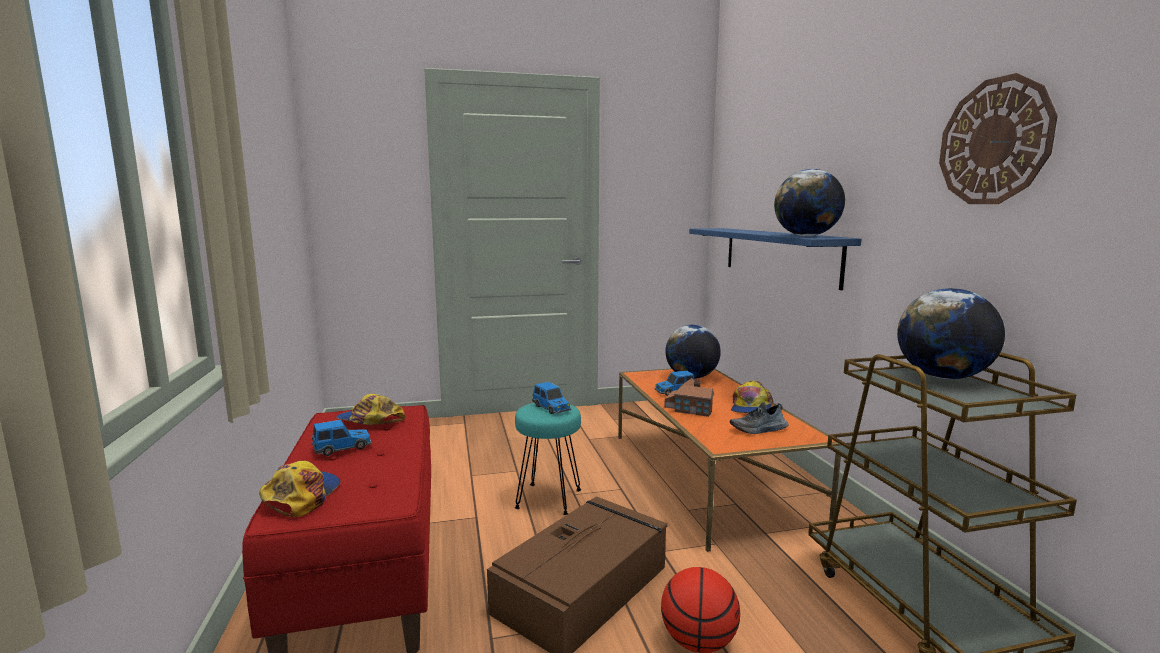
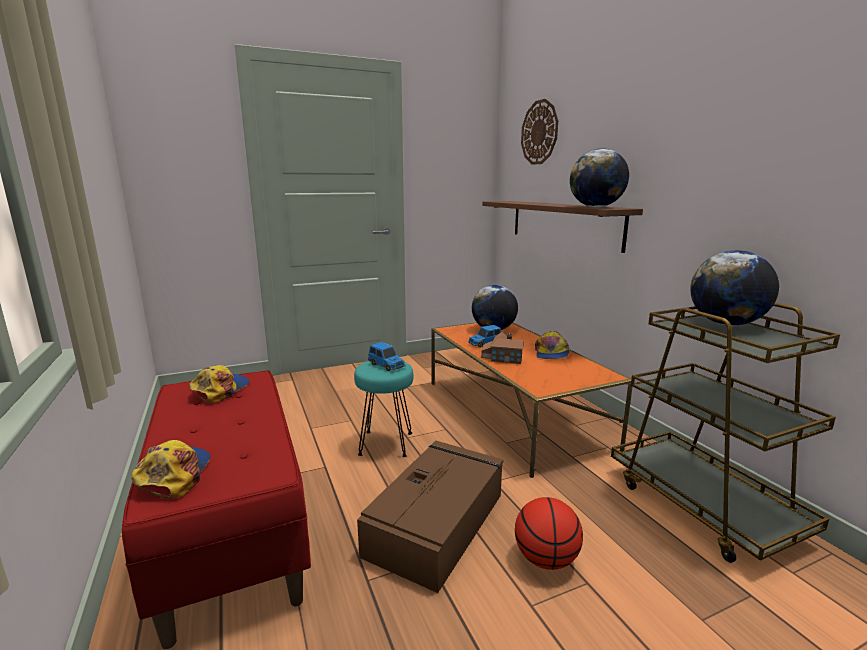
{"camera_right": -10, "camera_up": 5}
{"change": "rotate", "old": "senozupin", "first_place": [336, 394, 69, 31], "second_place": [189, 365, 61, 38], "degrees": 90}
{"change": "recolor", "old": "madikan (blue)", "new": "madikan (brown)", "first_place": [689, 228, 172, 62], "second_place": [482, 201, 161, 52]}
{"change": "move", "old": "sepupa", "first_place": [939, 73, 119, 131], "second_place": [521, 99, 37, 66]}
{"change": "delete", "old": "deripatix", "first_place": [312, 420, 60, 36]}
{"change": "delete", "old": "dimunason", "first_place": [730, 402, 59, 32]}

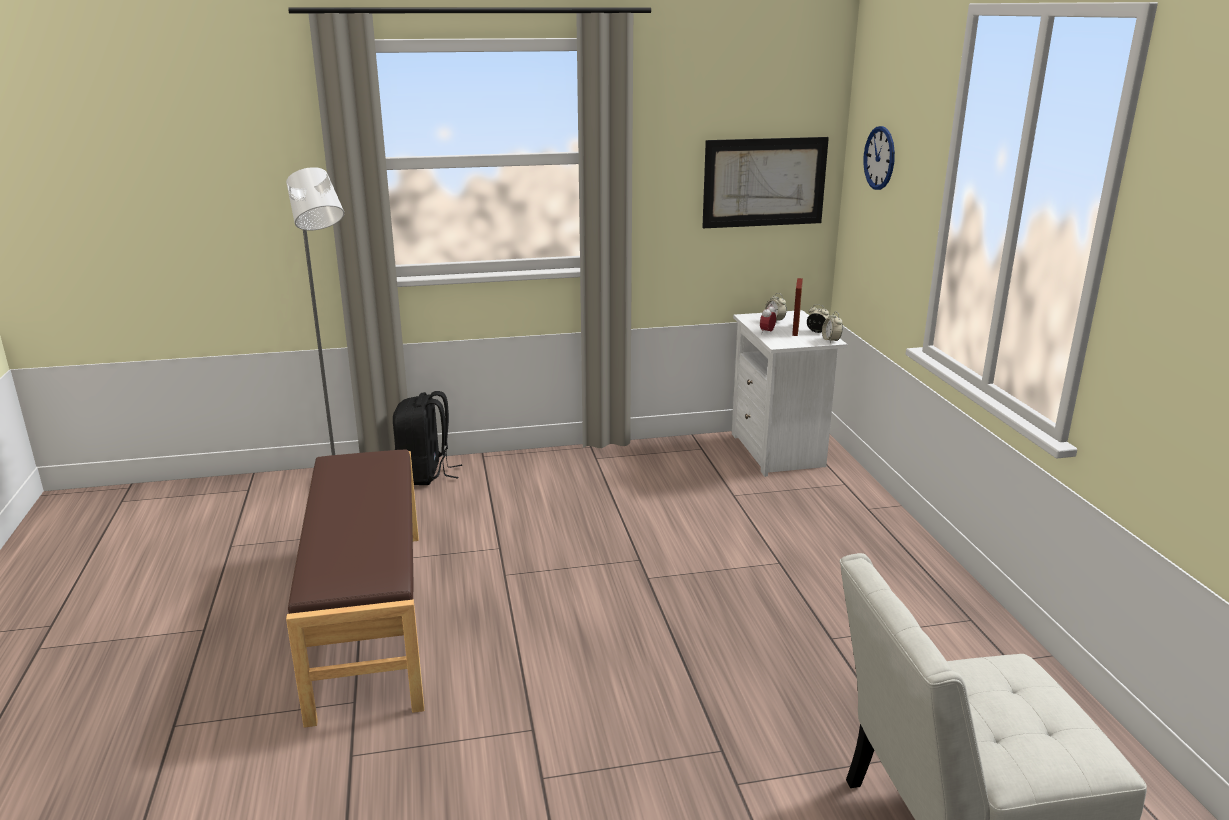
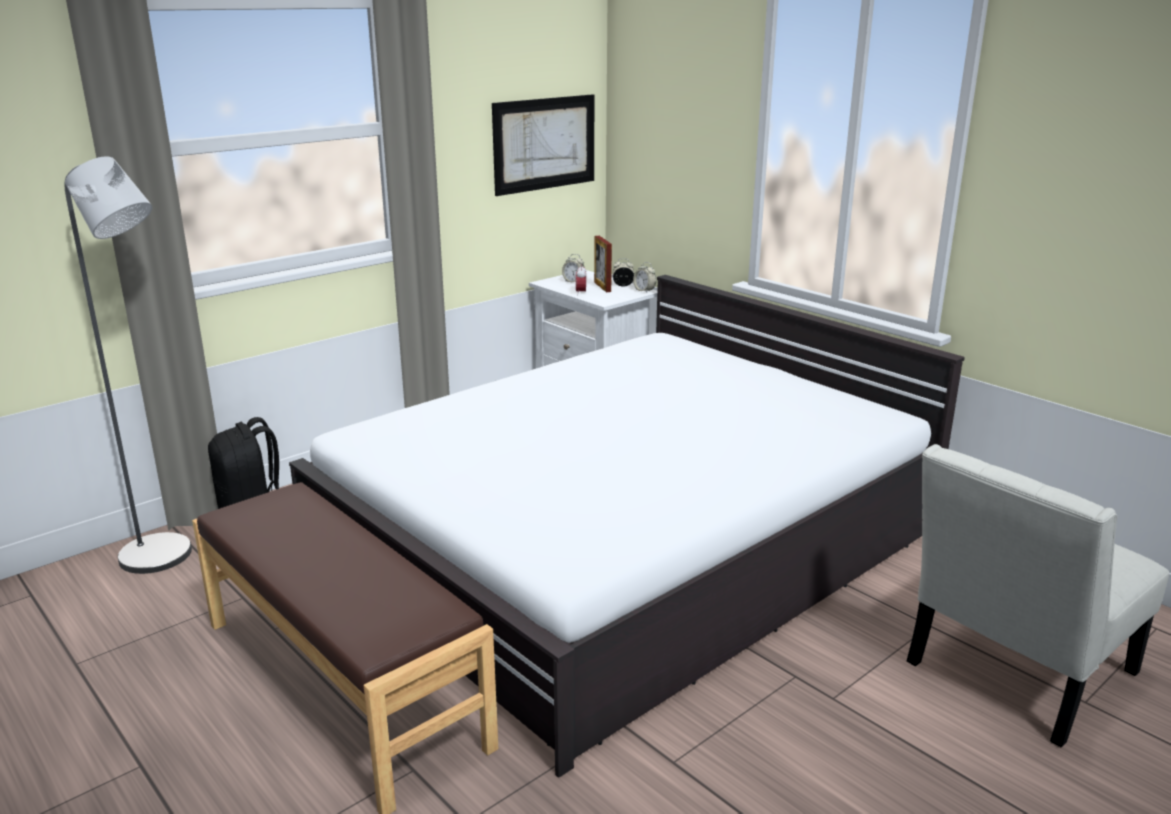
{"camera_right": -30, "camera_up": 0}
{"change": "insert", "new": "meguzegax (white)", "second_place": [289, 275, 676, 503]}
{"change": "delete", "old": "sepupa", "first_place": [863, 126, 32, 64]}

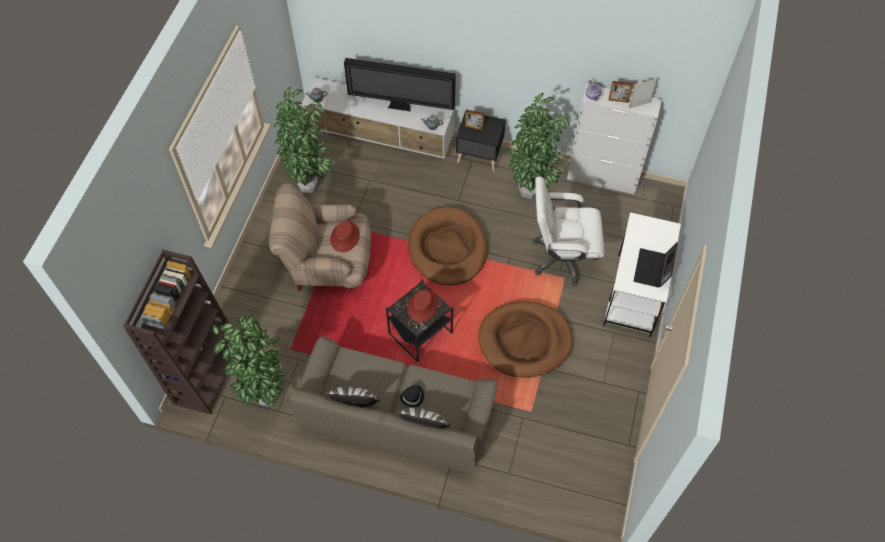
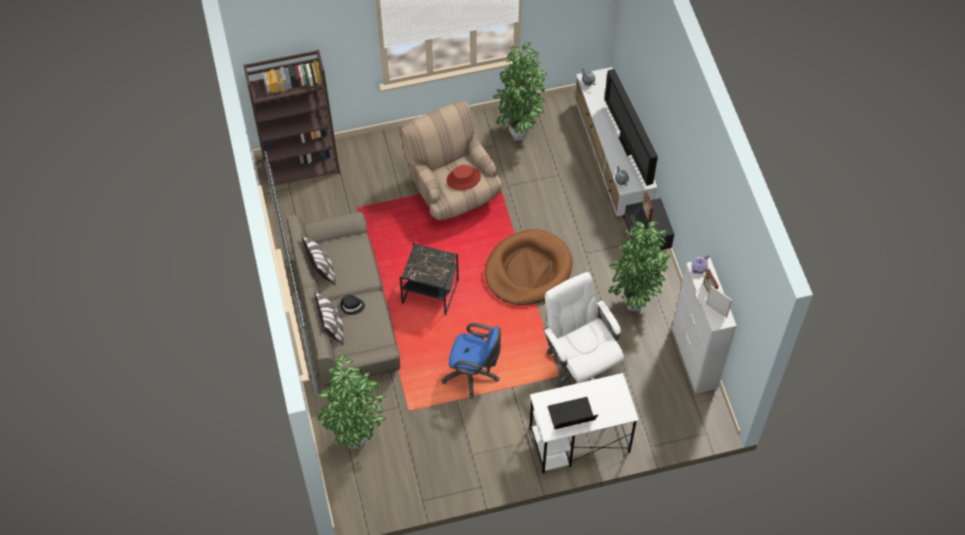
{"camera_right": 60, "camera_up": 0}
{"change": "move", "old": "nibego", "first_place": [213, 314, 71, 92], "second_place": [317, 353, 69, 96]}
{"change": "replace", "old": "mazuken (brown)", "new": "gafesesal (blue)", "first_place": [478, 301, 95, 77], "second_place": [441, 323, 60, 76]}
{"change": "delete", "old": "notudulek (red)", "first_place": [407, 289, 32, 33]}

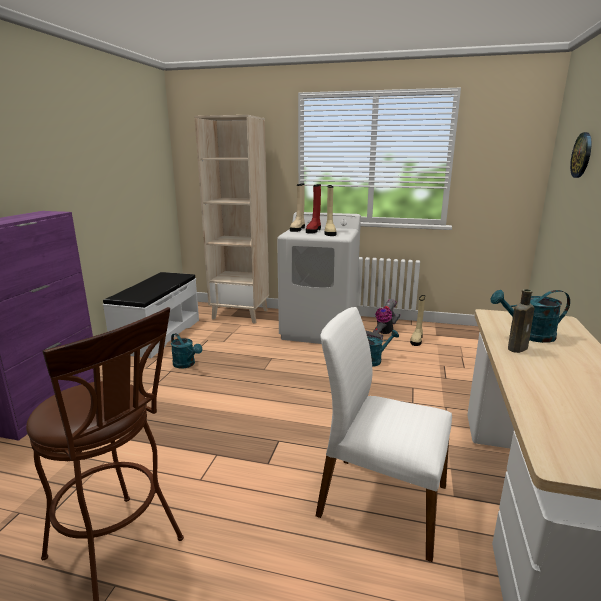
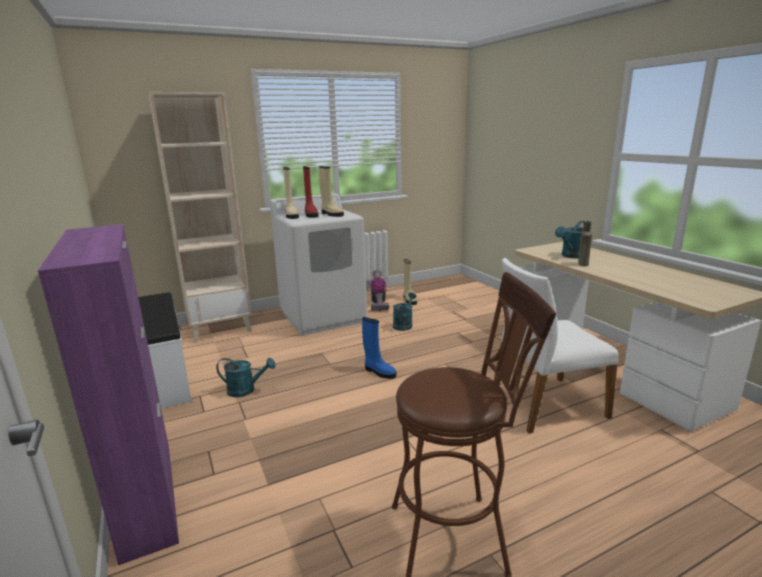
{"camera_right": -40, "camera_up": 0}
{"change": "insert", "new": "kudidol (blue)", "second_place": [362, 317, 35, 62]}
{"change": "delete", "old": "sepupa", "first_place": [570, 132, 21, 46]}

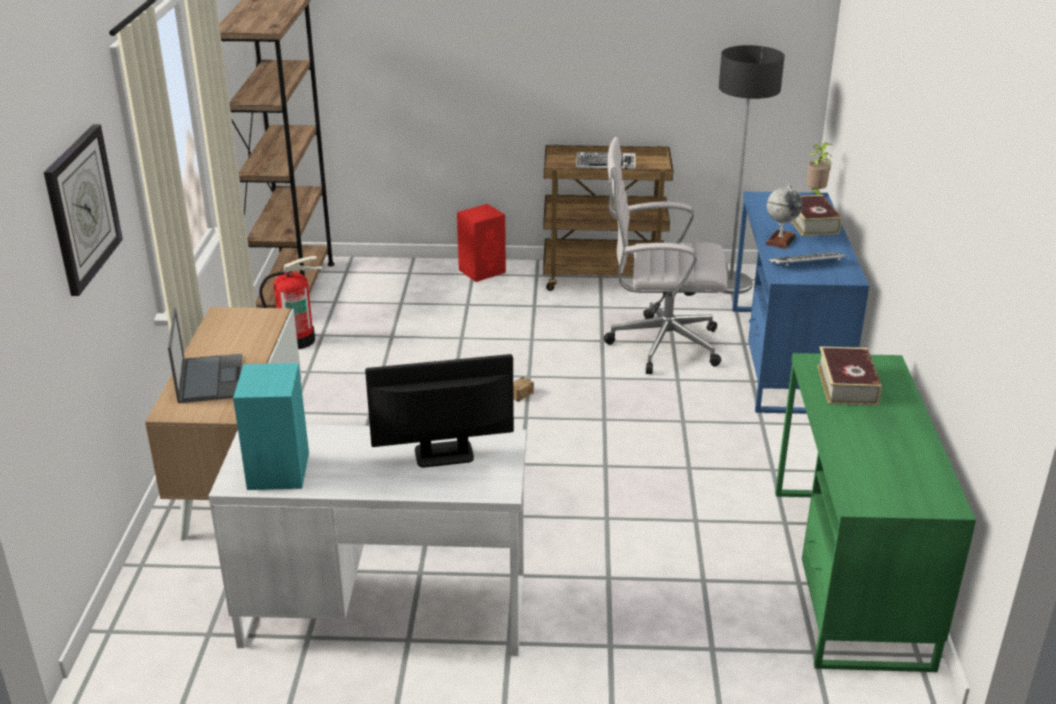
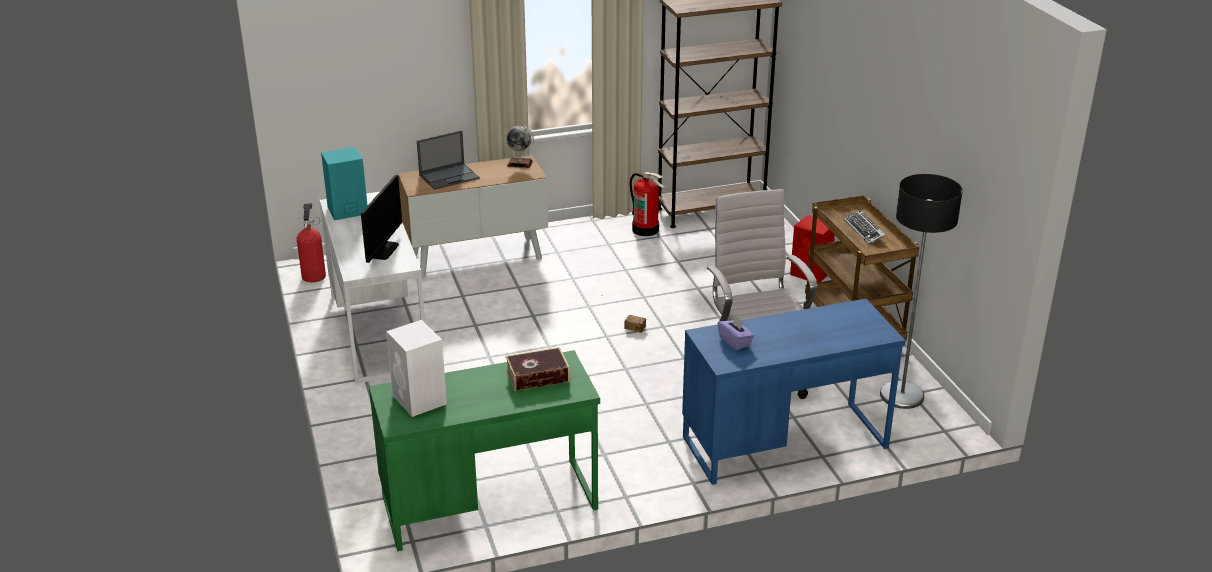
{"camera_right": 70, "camera_up": 0}
{"change": "insert", "new": "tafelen", "second_place": [297, 203, 29, 79]}
{"change": "rotate", "old": "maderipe", "first_place": [365, 354, 149, 114], "second_place": [361, 175, 41, 88], "degrees": 45}
{"change": "insert", "new": "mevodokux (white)", "second_place": [386, 320, 61, 97]}
{"change": "move", "old": "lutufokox", "first_place": [765, 184, 38, 65], "second_place": [506, 126, 28, 42]}
{"change": "replace", "old": "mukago", "new": "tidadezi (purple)", "first_place": [769, 252, 76, 14], "second_place": [718, 316, 36, 34]}
{"change": "delete", "old": "sepupa", "first_place": [44, 124, 79, 172]}
{"change": "delete", "old": "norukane", "first_place": [791, 195, 51, 41]}
{"change": "delete", "old": "nibego", "first_place": [807, 142, 25, 53]}

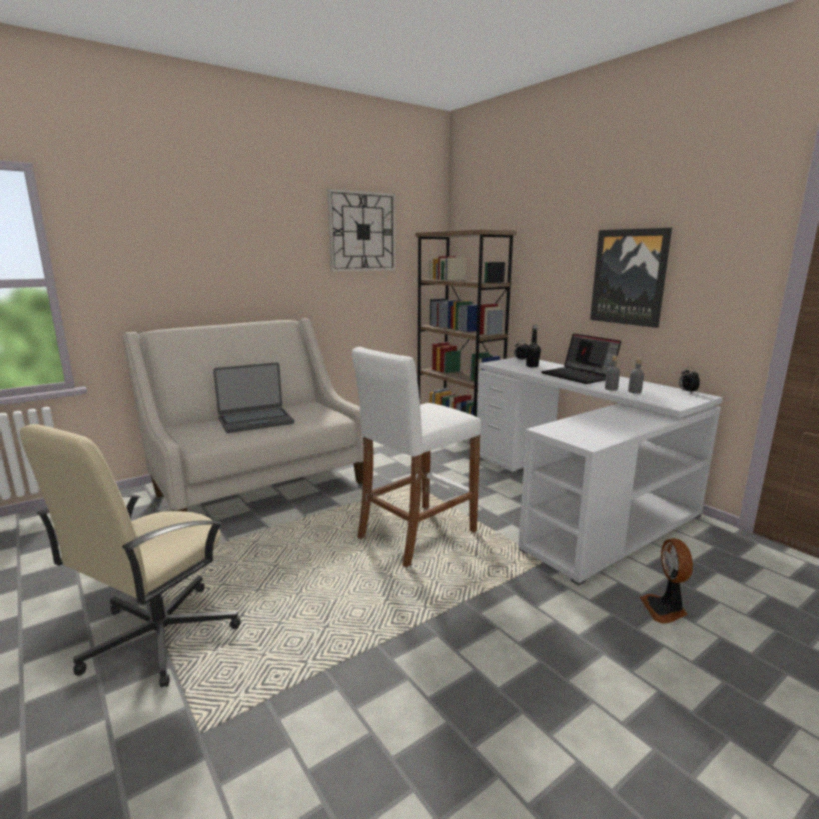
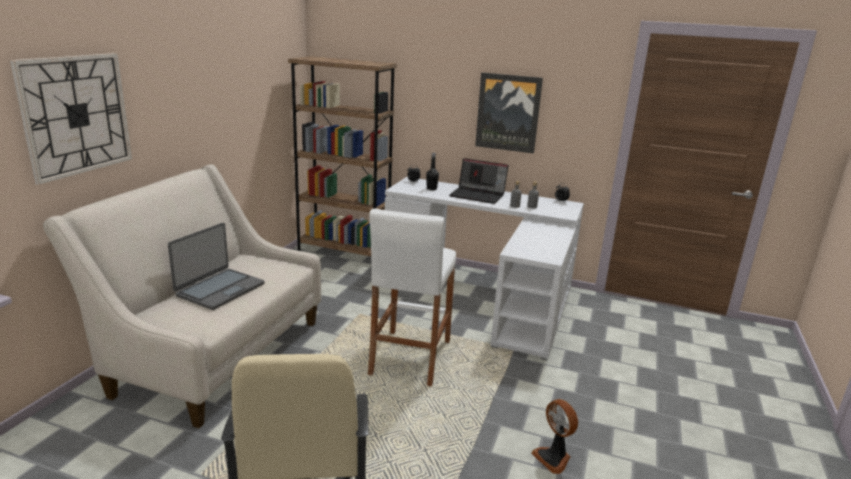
{"camera_right": -35, "camera_up": 5}
{"change": "move", "old": "sepupa", "first_place": [327, 189, 69, 83], "second_place": [10, 53, 122, 132]}
{"change": "move", "old": "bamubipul", "first_place": [640, 538, 53, 86], "second_place": [531, 399, 47, 75]}

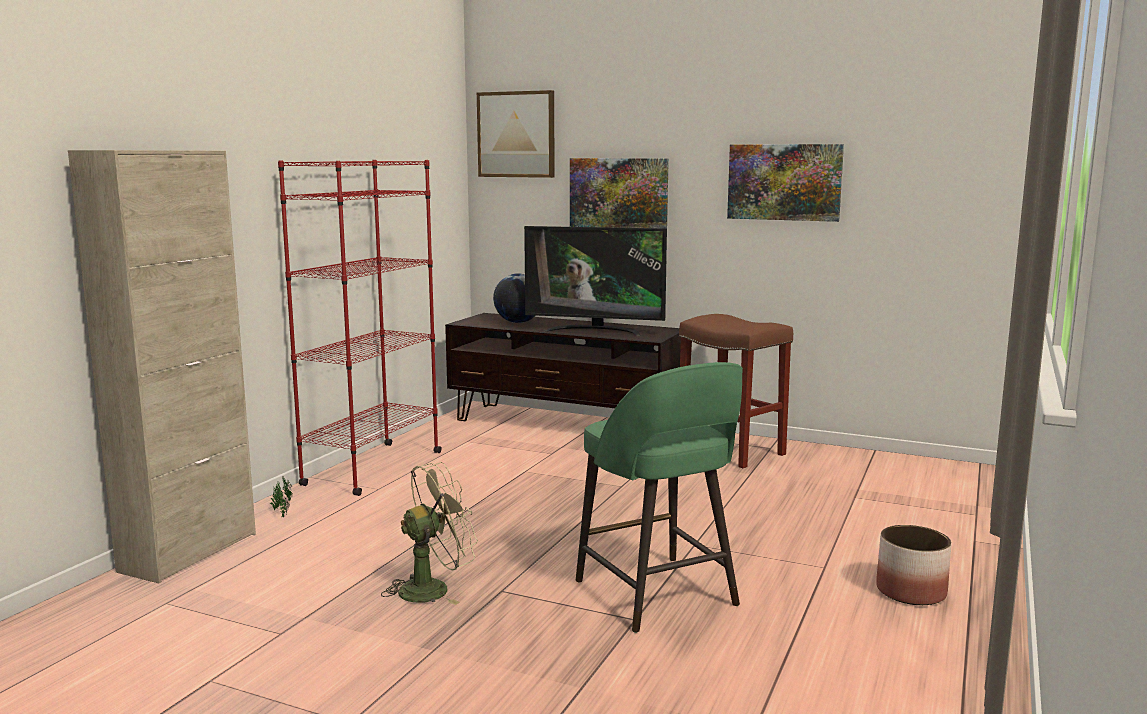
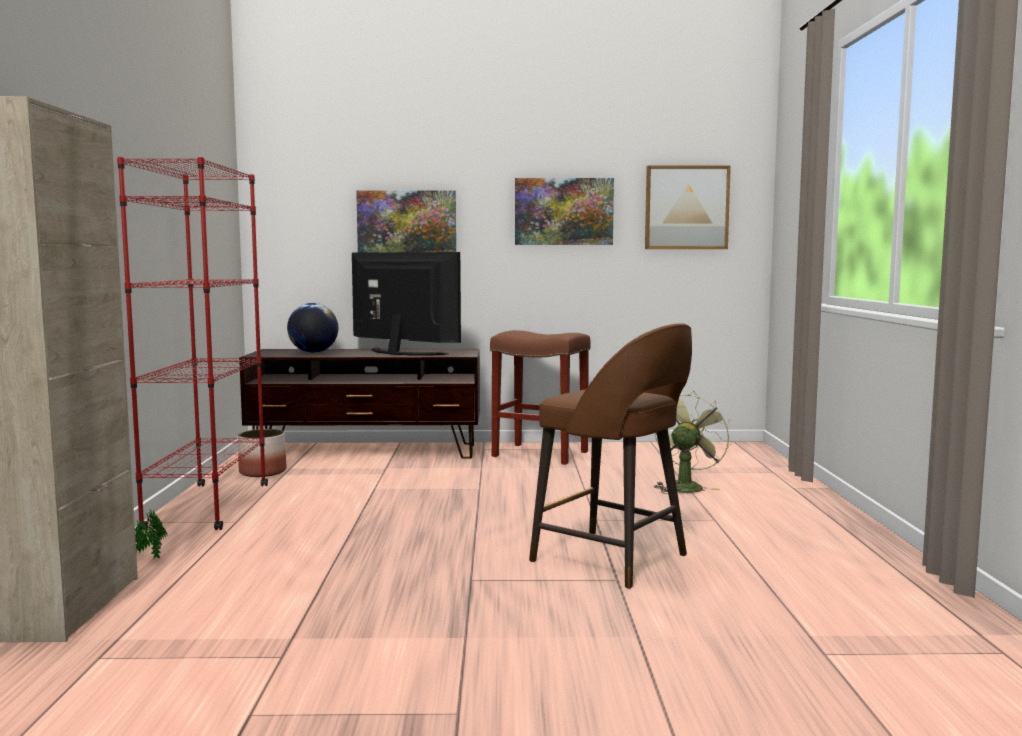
{"camera_right": -25, "camera_up": -5}
{"change": "move", "old": "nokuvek", "first_place": [876, 525, 76, 80], "second_place": [238, 429, 48, 48]}
{"change": "rotate", "old": "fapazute", "first_place": [524, 226, 143, 110], "second_place": [352, 252, 109, 104], "degrees": -135}
{"change": "recolor", "old": "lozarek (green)", "new": "lozarek (brown)", "first_place": [576, 362, 167, 271], "second_place": [529, 323, 163, 266]}
{"change": "move", "old": "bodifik", "first_place": [477, 90, 78, 88], "second_place": [645, 165, 86, 84]}
{"change": "move", "old": "bamubipul (green)", "first_place": [381, 462, 97, 143], "second_place": [654, 391, 78, 103]}

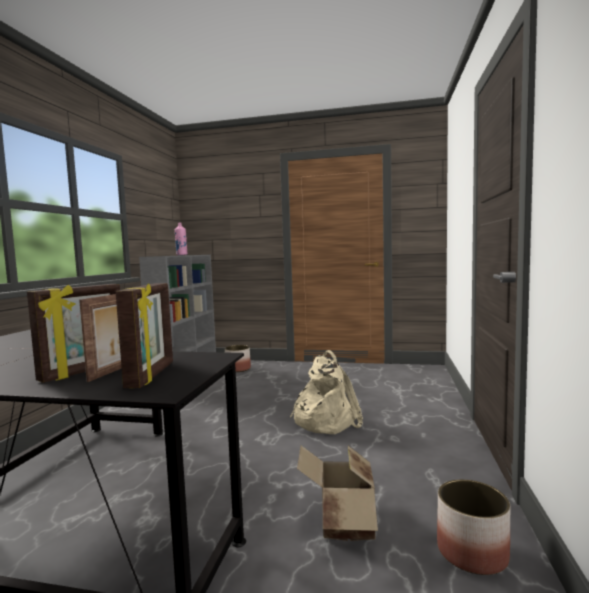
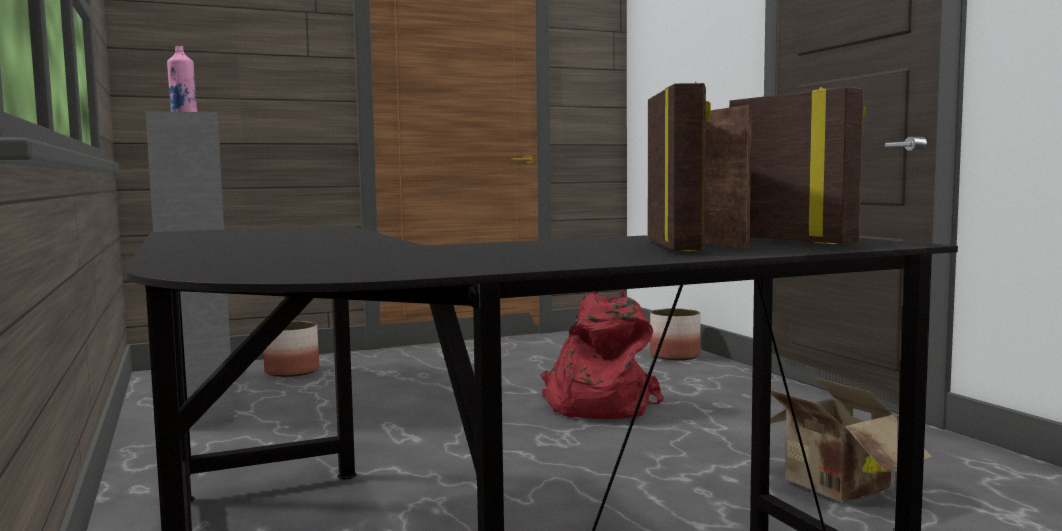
{"camera_right": -35, "camera_up": 0}
{"change": "recolor", "old": "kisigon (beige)", "new": "kisigon (red)", "first_place": [290, 350, 73, 84], "second_place": [540, 289, 124, 130]}
{"change": "move", "old": "nokuvek", "first_place": [437, 479, 73, 96], "second_place": [650, 308, 51, 52]}

